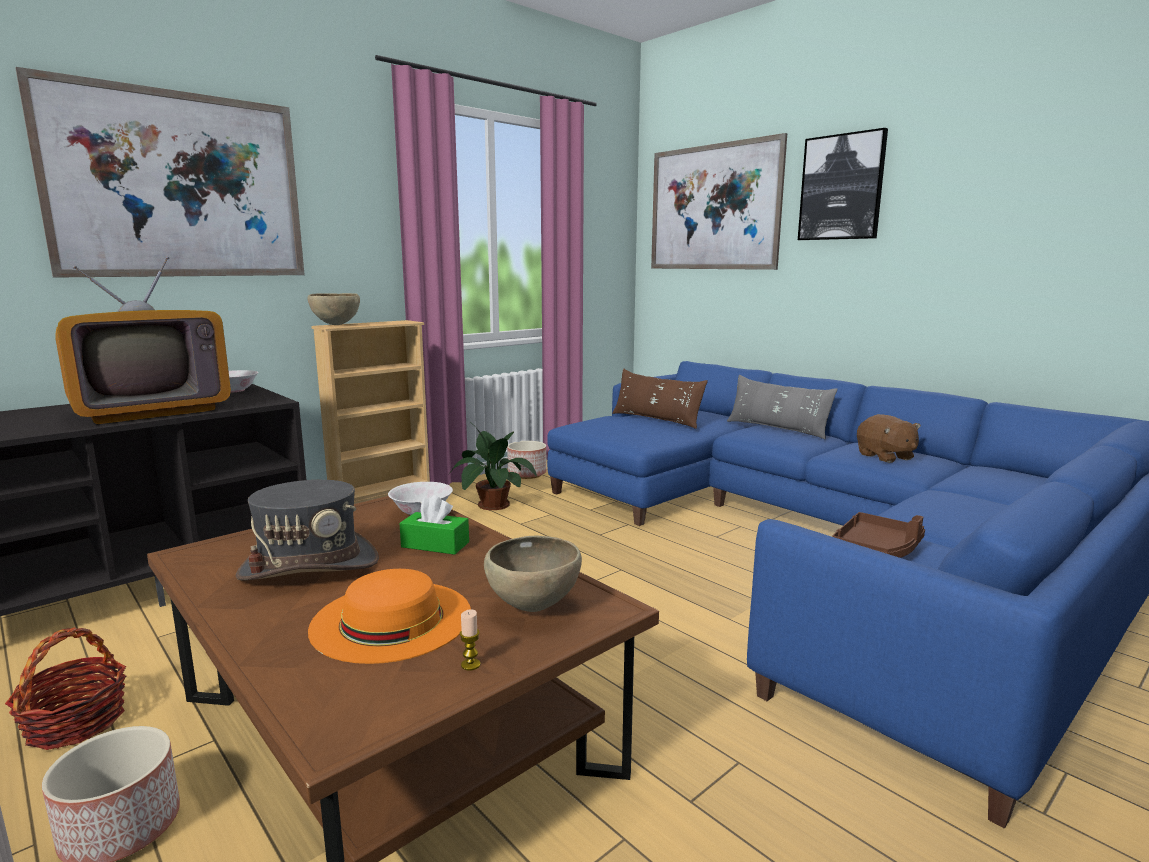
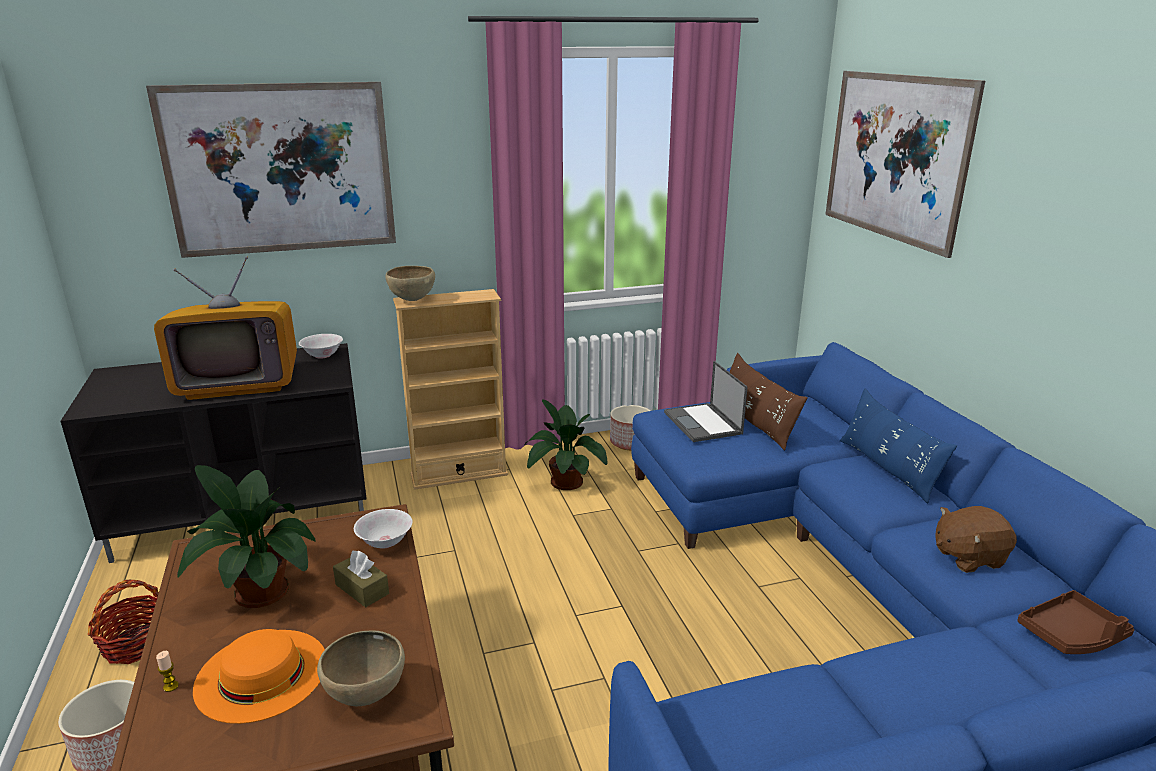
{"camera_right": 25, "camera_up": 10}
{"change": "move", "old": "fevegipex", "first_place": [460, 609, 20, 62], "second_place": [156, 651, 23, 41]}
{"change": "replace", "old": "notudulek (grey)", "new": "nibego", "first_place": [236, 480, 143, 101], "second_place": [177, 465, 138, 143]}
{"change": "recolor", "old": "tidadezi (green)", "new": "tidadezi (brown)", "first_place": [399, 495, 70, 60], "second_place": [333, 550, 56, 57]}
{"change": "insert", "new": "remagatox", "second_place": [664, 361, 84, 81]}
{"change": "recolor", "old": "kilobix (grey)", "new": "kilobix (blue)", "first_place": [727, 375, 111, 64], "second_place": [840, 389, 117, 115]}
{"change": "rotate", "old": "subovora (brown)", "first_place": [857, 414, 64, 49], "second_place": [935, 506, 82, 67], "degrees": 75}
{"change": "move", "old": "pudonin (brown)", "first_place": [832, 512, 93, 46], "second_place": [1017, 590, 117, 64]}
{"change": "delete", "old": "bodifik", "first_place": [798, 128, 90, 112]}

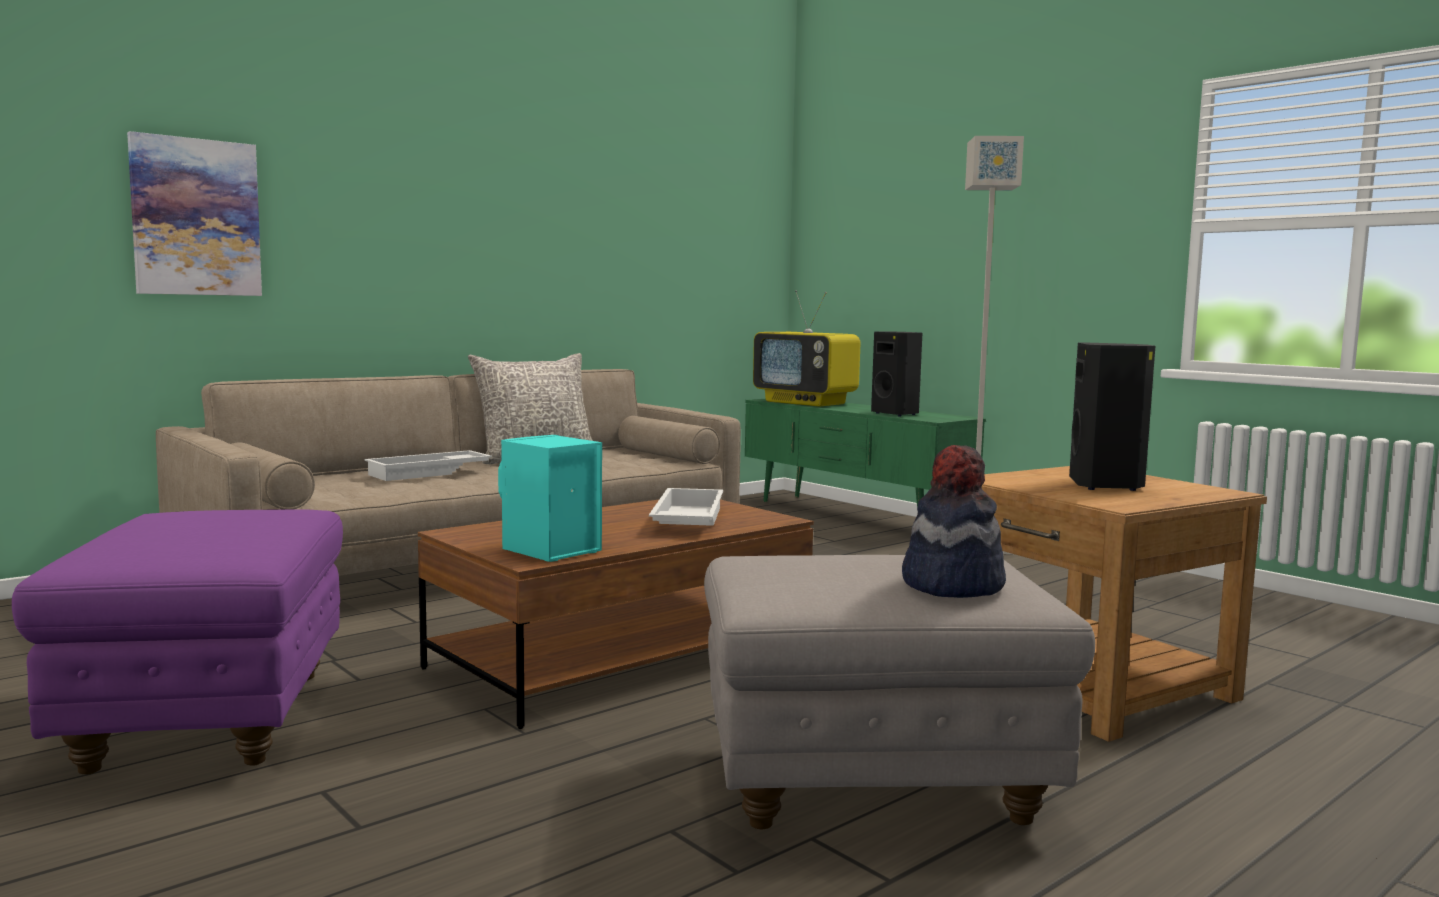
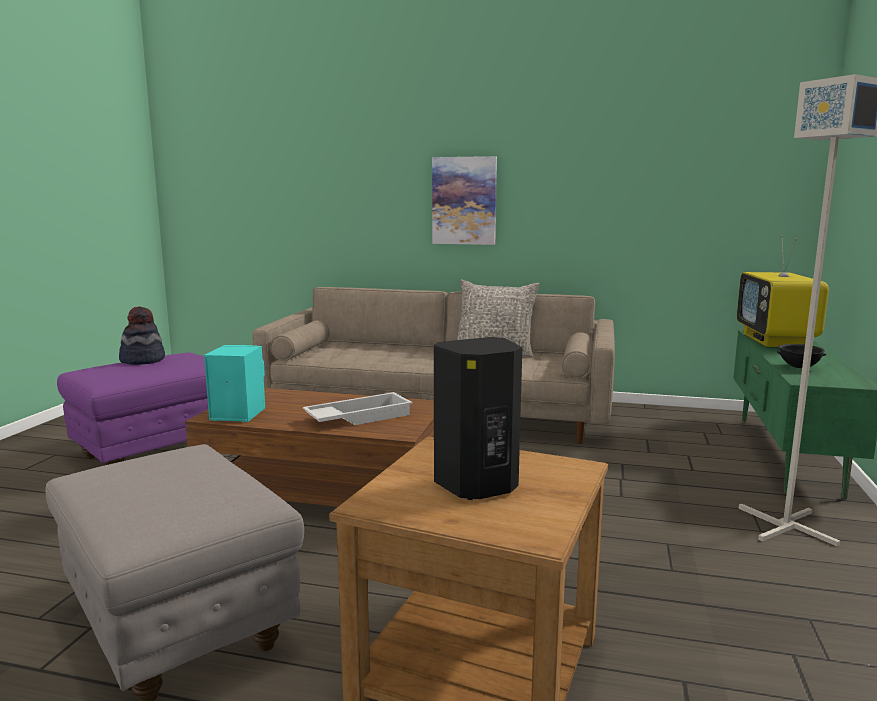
{"camera_right": 55, "camera_up": 5}
{"change": "move", "old": "notudulek", "first_place": [902, 445, 104, 153], "second_place": [119, 306, 46, 59]}
{"change": "move", "old": "bodifik", "first_place": [127, 131, 135, 165], "second_place": [432, 156, 65, 89]}
{"change": "replace", "old": "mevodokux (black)", "new": "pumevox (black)", "first_place": [871, 331, 51, 85], "second_place": [777, 344, 49, 24]}
{"change": "delete", "old": "pudonin (white)", "first_place": [364, 450, 128, 31]}

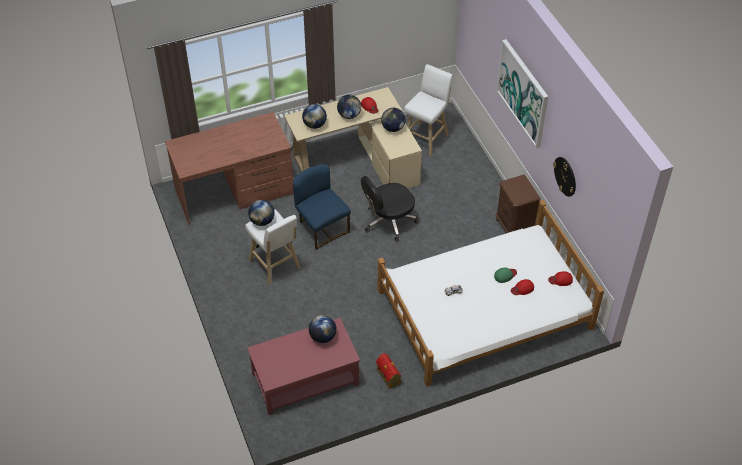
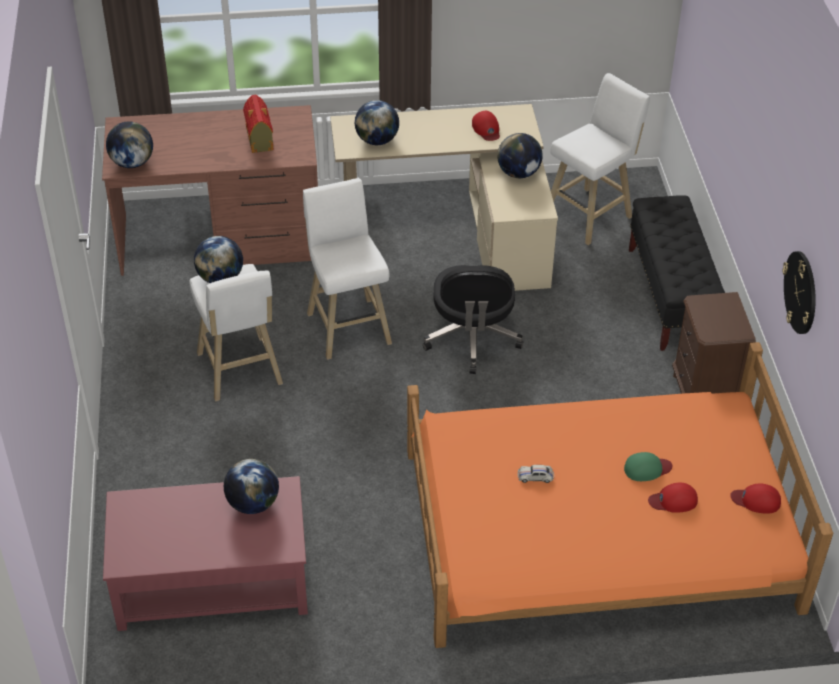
{"camera_right": 15, "camera_up": -5}
{"change": "move", "old": "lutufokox", "first_place": [337, 95, 24, 24], "second_place": [106, 121, 47, 47]}
{"change": "move", "old": "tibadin", "first_place": [376, 353, 25, 36], "second_place": [243, 95, 31, 58]}
{"change": "replace", "old": "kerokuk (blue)", "new": "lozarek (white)", "first_place": [293, 164, 58, 86], "second_place": [303, 178, 89, 182]}
{"change": "recolor", "old": "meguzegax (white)", "new": "meguzegax (orange)", "first_place": [378, 200, 226, 186], "second_place": [407, 342, 426, 306]}
{"change": "rotate", "old": "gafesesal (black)", "first_place": [361, 176, 58, 66], "second_place": [423, 265, 100, 109], "degrees": -75}
{"change": "insert", "new": "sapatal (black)", "second_place": [629, 195, 96, 156]}
{"change": "delete", "old": "bodifik", "first_place": [496, 39, 52, 109]}

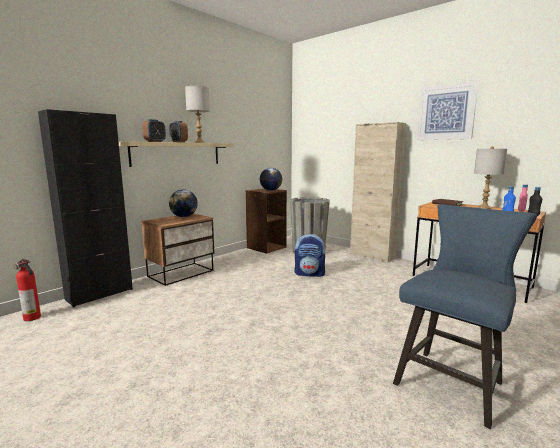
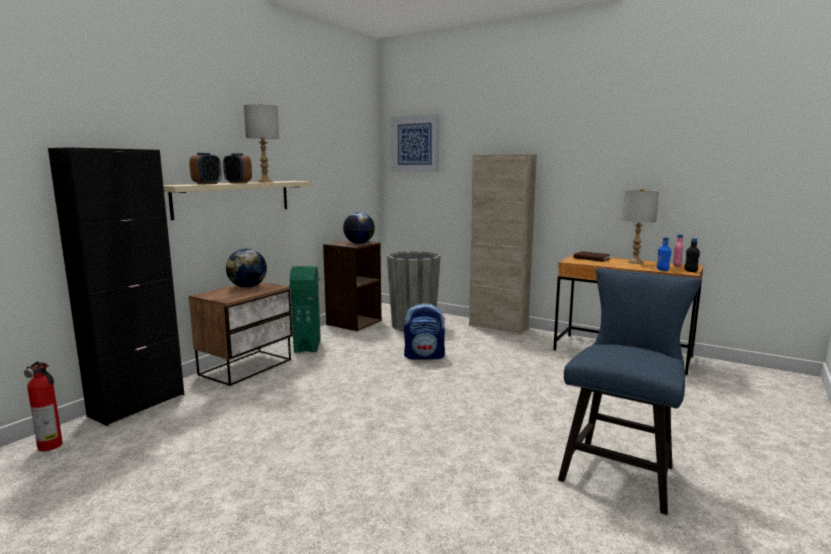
{"camera_right": -10, "camera_up": 0}
{"change": "insert", "new": "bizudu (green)", "second_place": [289, 266, 32, 87]}
{"change": "move", "old": "bodifik", "first_place": [417, 82, 62, 58], "second_place": [391, 114, 48, 58]}

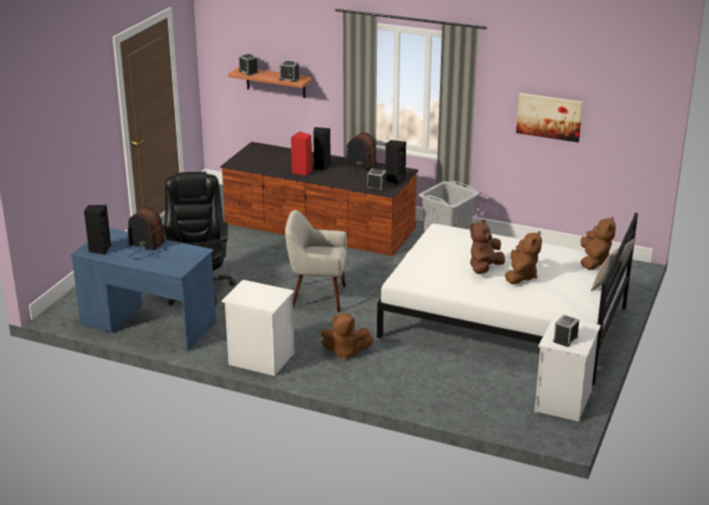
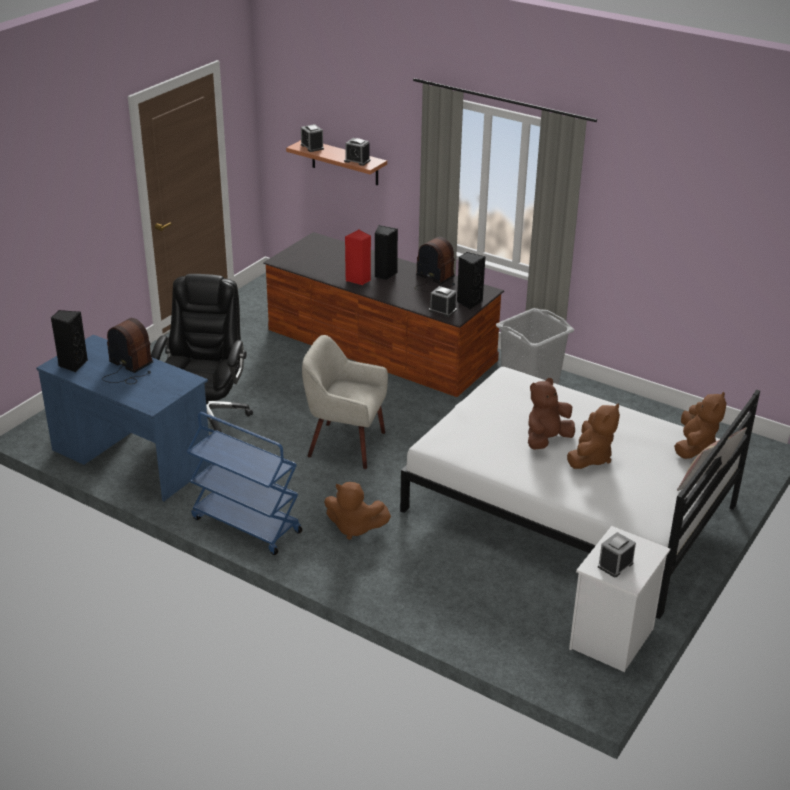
{"camera_right": 10, "camera_up": 5}
{"change": "replace", "old": "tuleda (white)", "new": "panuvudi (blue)", "first_place": [222, 280, 72, 96], "second_place": [187, 412, 115, 143]}
{"change": "delete", "old": "bodifik", "first_place": [516, 93, 67, 49]}

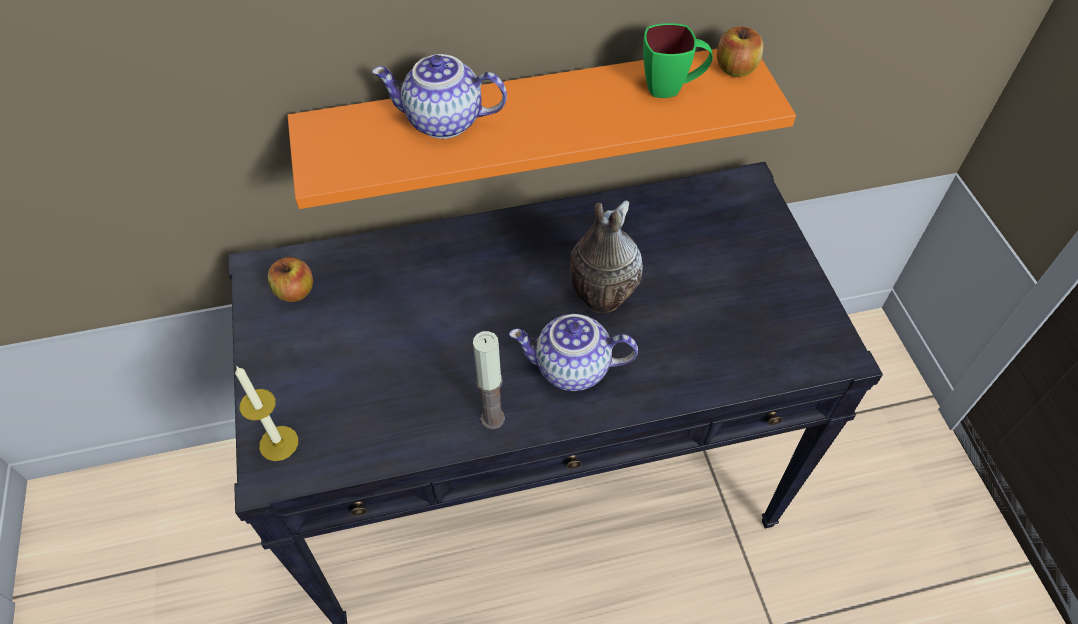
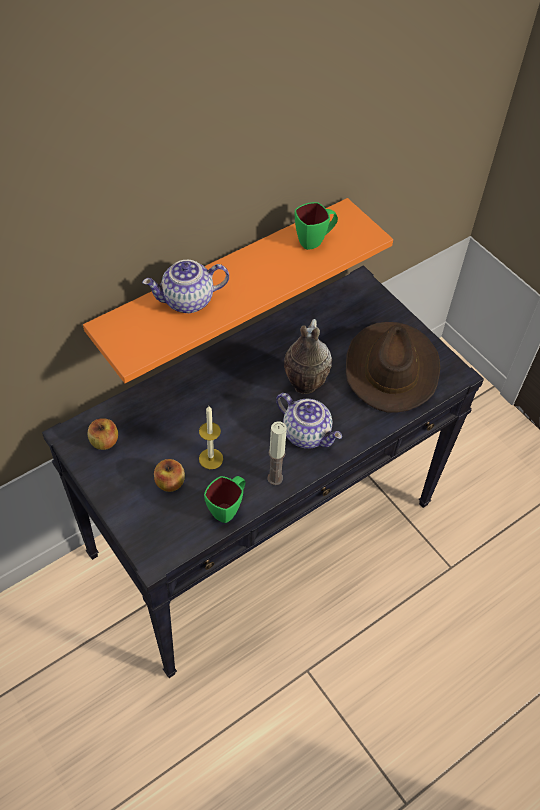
{"camera_right": -25, "camera_up": 0}
{"change": "move", "old": "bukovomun", "first_place": [717, 26, 46, 51], "second_place": [154, 459, 31, 33]}
{"change": "move", "old": "fevegipex", "first_place": [235, 367, 63, 94], "second_place": [199, 406, 24, 63]}
{"change": "insert", "new": "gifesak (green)", "second_place": [204, 476, 42, 47]}
{"change": "rotate", "old": "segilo", "first_place": [509, 314, 129, 77], "second_place": [276, 393, 66, 56], "degrees": -120}
{"change": "insert", "new": "notudulek (brown)", "second_place": [346, 322, 94, 91]}

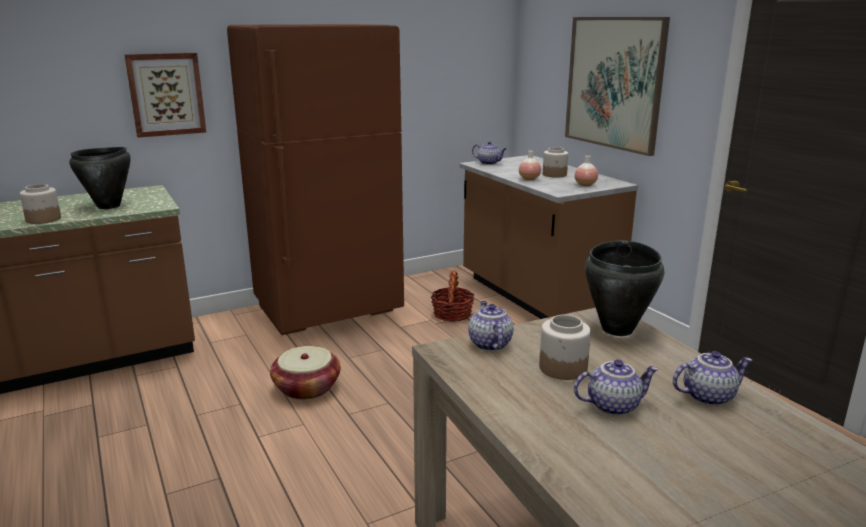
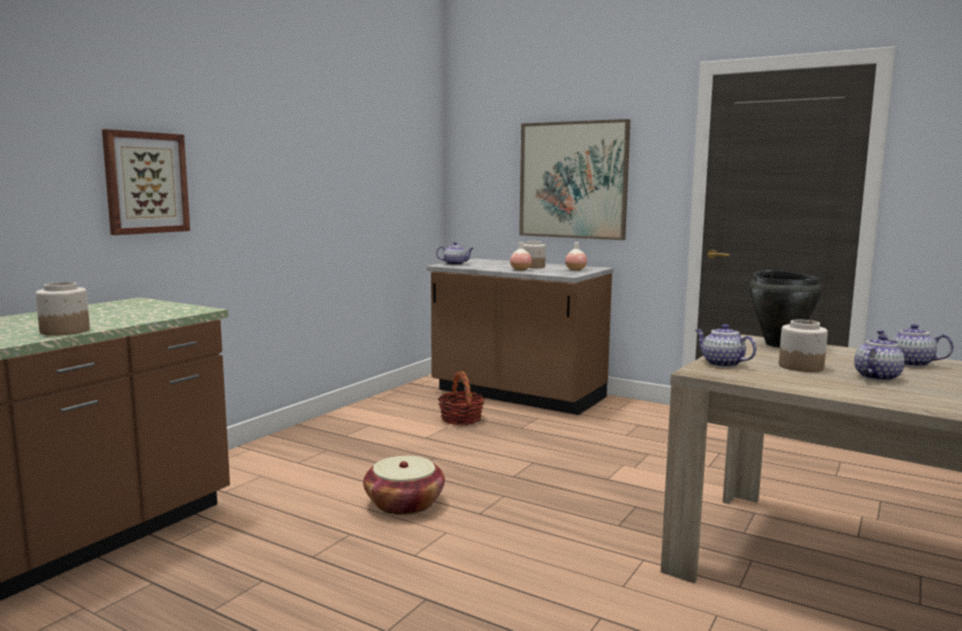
{"camera_right": -30, "camera_up": -10}
{"change": "rotate", "old": "segilo", "first_place": [673, 351, 80, 55], "second_place": [875, 324, 79, 43], "degrees": -105}
{"change": "delete", "old": "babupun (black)", "first_place": [69, 147, 62, 62]}
{"change": "delete", "old": "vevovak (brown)", "first_place": [227, 24, 177, 311]}

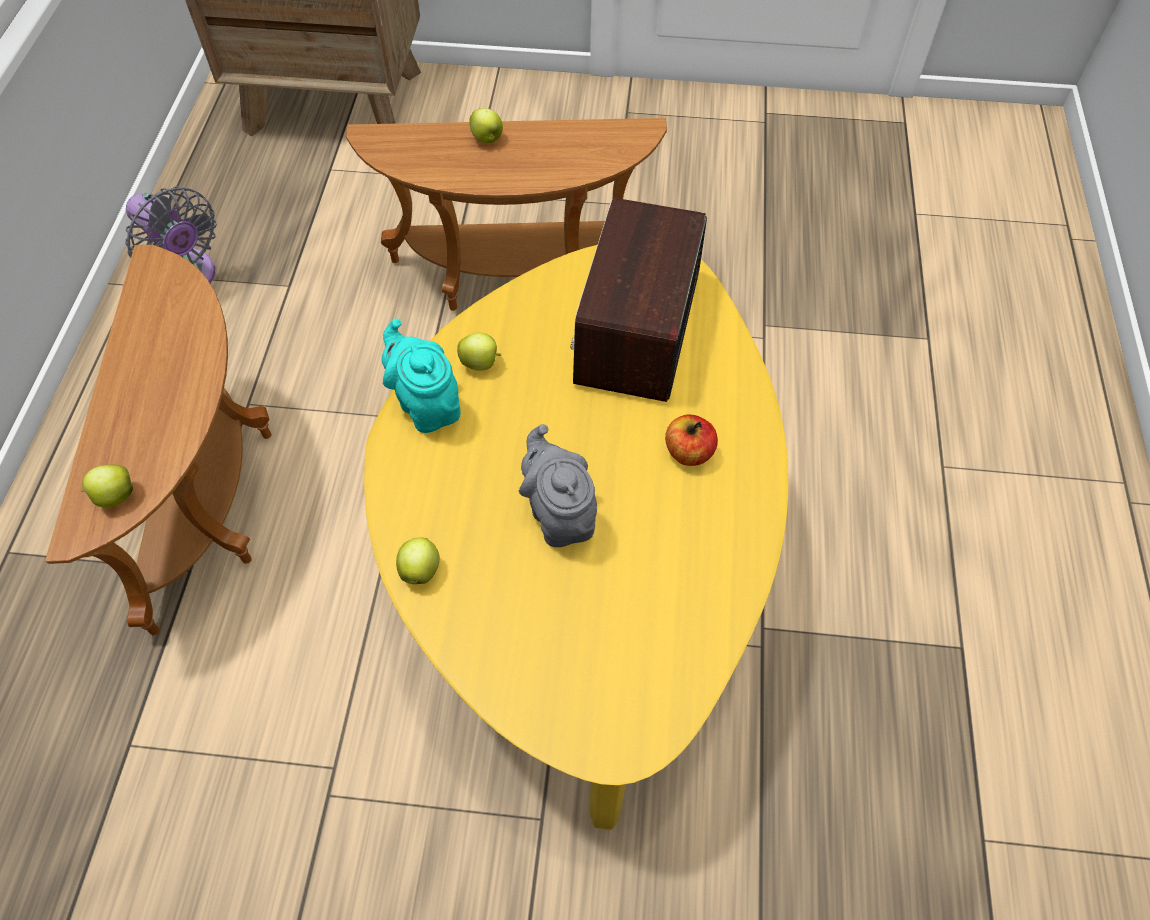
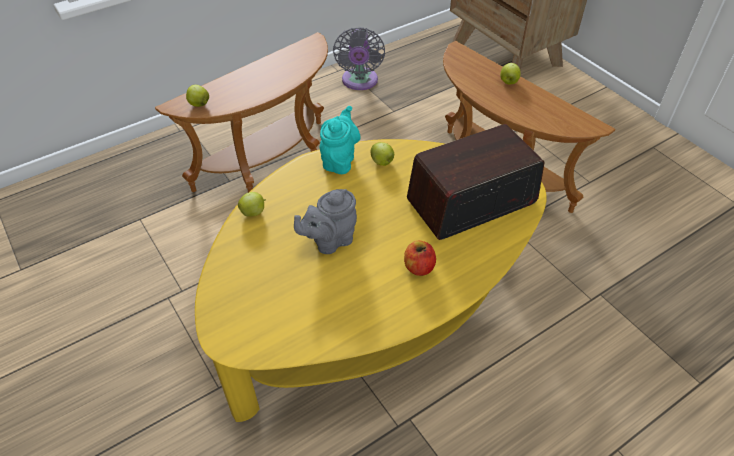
{"camera_right": 50, "camera_up": -10}
{"change": "rotate", "old": "segilo (grey)", "first_place": [519, 424, 78, 123], "second_place": [294, 189, 63, 65], "degrees": -150}

